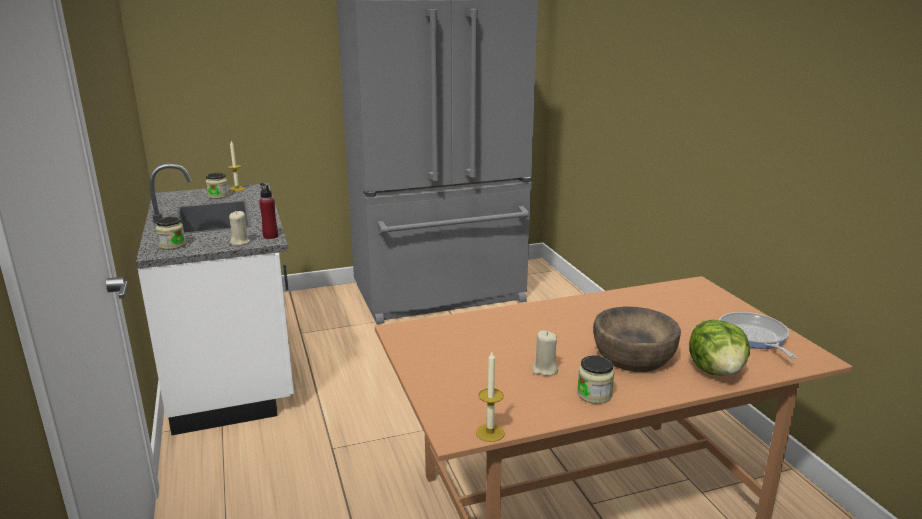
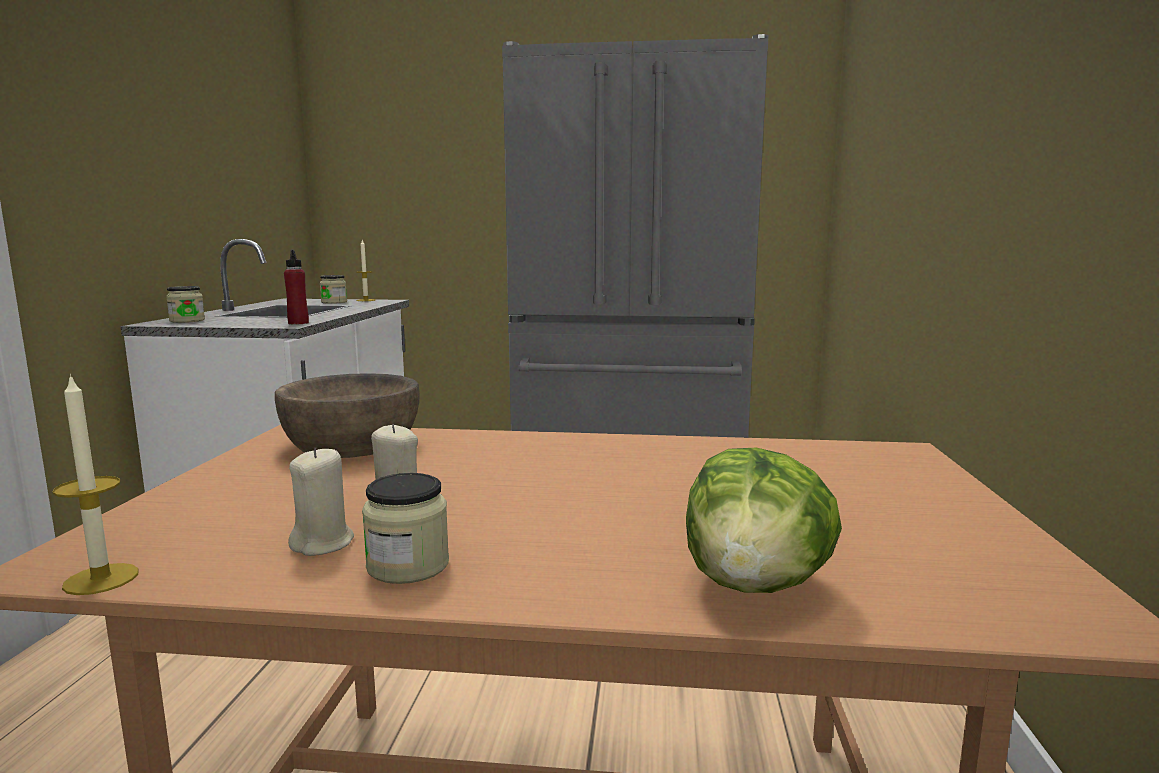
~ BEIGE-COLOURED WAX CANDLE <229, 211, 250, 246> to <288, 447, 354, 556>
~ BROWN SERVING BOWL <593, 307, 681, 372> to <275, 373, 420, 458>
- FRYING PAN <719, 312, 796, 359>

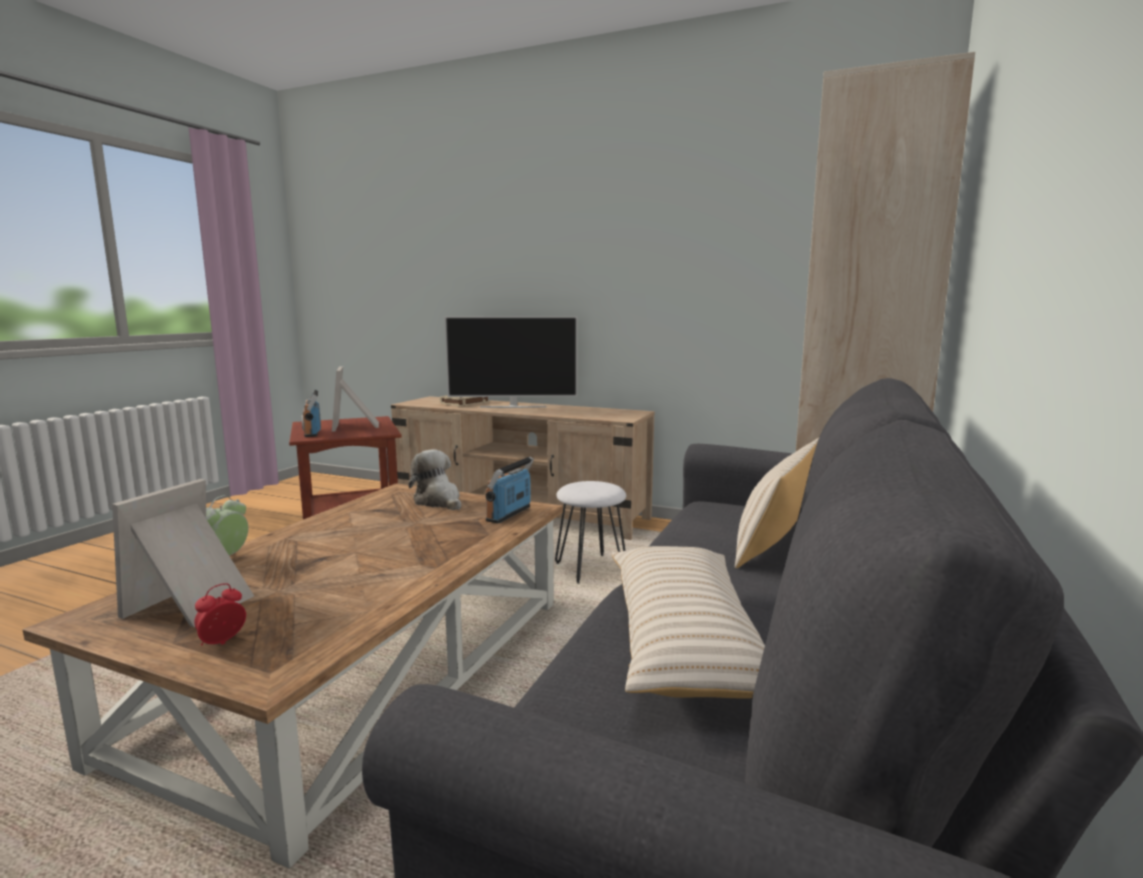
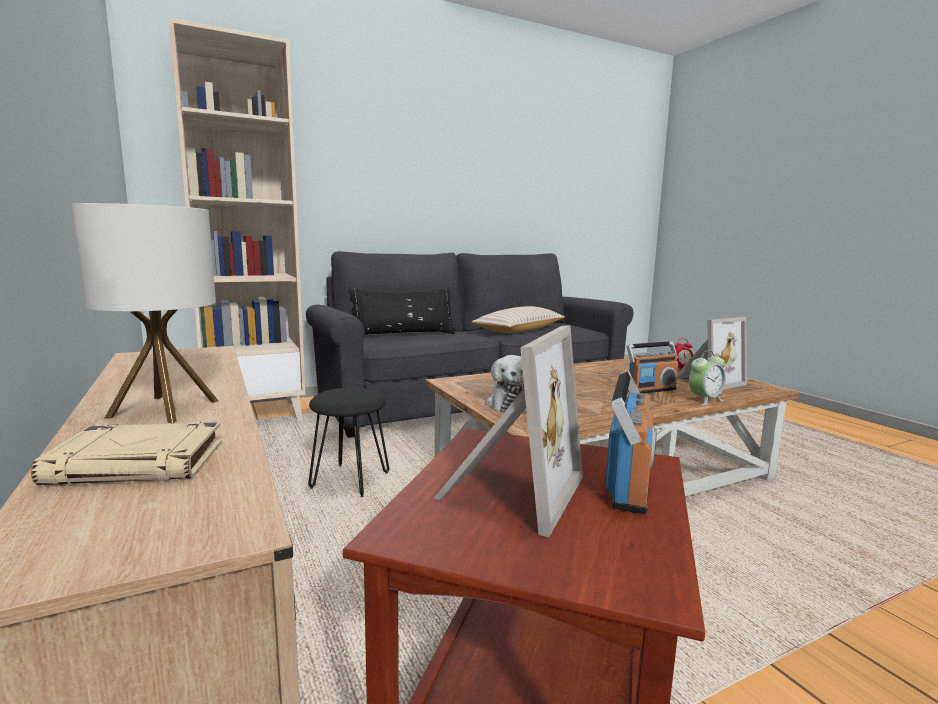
~ TV <444, 316, 578, 408> to TABLE LAMP <72, 203, 218, 423>
~ RADIO <486, 457, 534, 523> to <627, 341, 679, 394>
~ WHITE STOOL SEAT <555, 481, 626, 583> to BLACK-COLOURED STOOL SEAT <308, 387, 389, 497>
~ BEIGE-COLOURED CUSHION <735, 438, 819, 568> to BLACK-COLOURED CUSHION <349, 287, 455, 336>

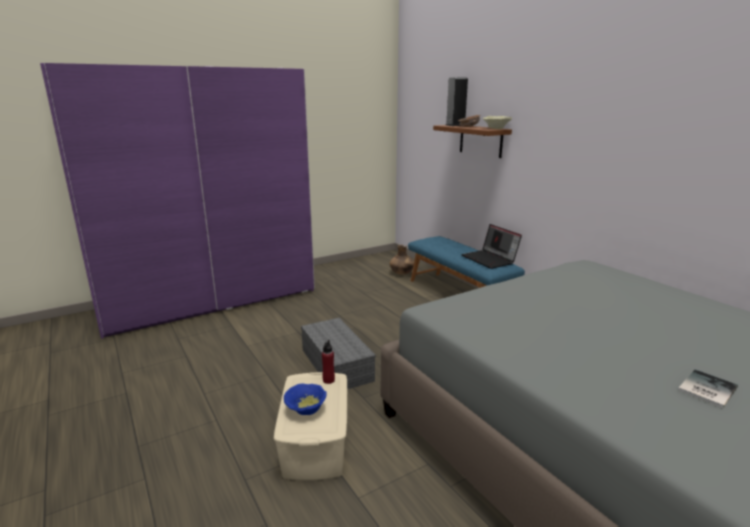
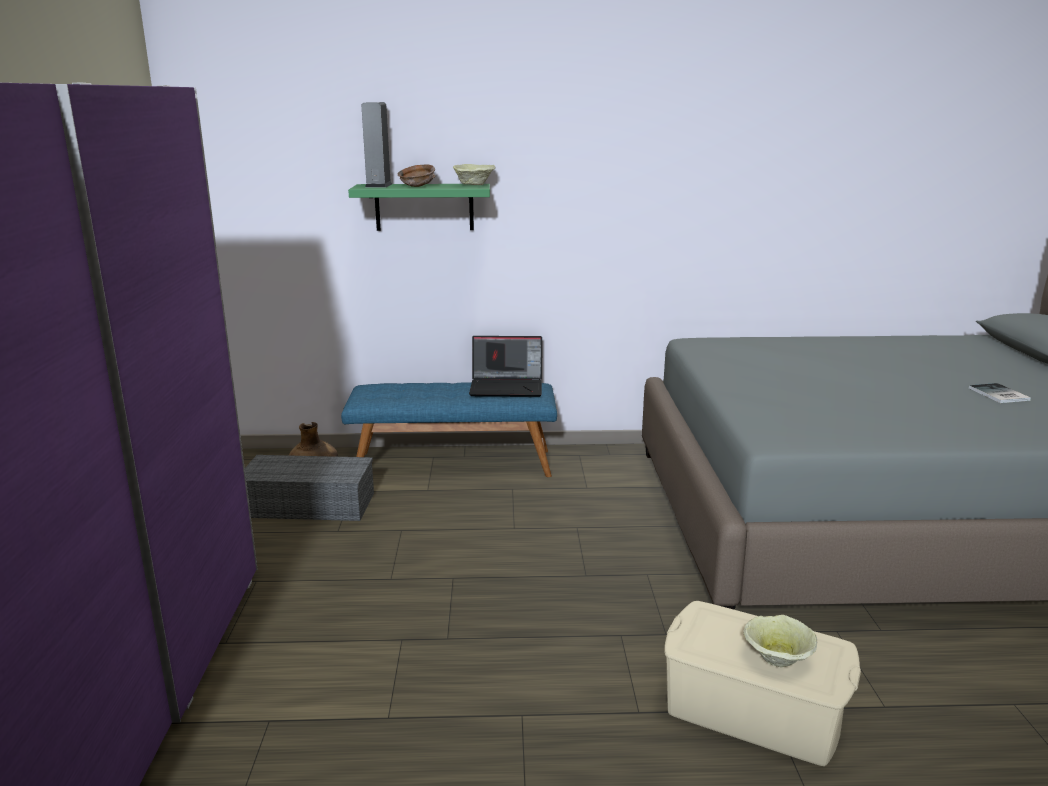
~ BLUE-COLOURED SERVING BOWL <284, 383, 327, 415> to BEIGE-COLOURED SERVING BOWL <743, 615, 817, 667>
~ GRAY STORAGE BIN <301, 318, 376, 389> to <245, 455, 374, 521>
- RED-COLOURED BOTTLE <322, 340, 335, 384>
~ BROWN BRACKET SHELF <433, 125, 512, 158> to GREENISH BRACKET SHELF <348, 184, 490, 231>

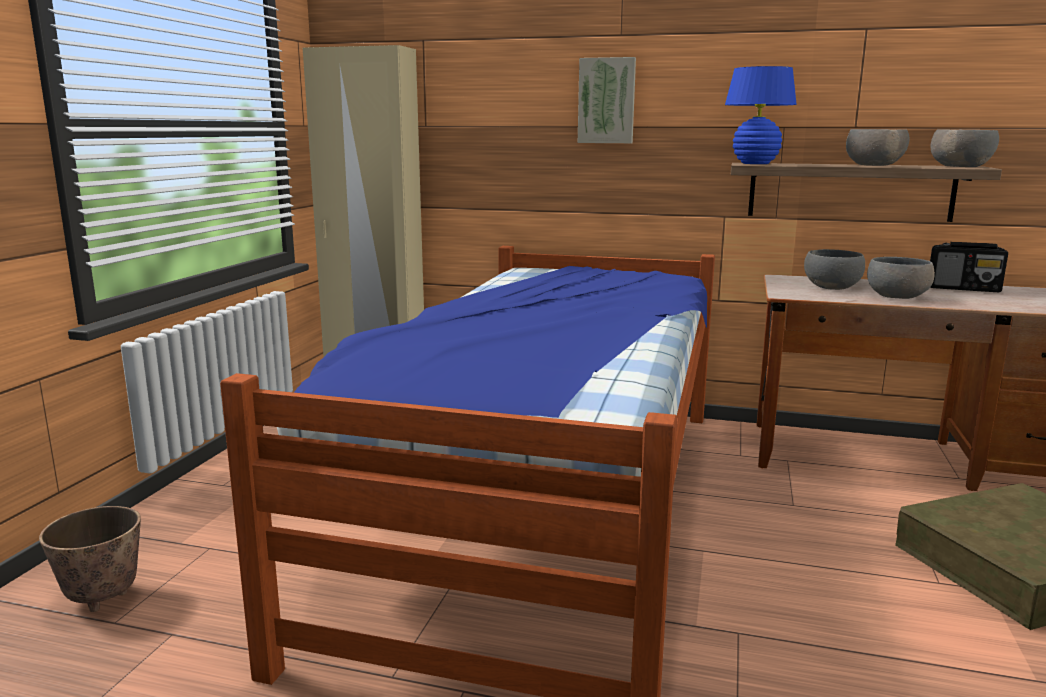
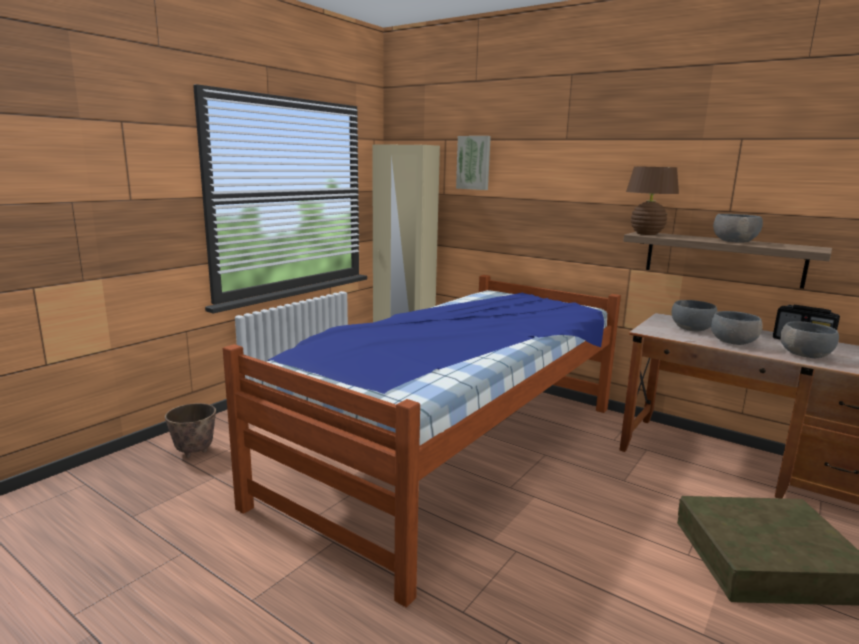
~ WALL PICTURE <578, 57, 636, 143> to <456, 136, 491, 190>
~ BLUE-COLOURED TABLE LAMP <725, 66, 797, 164> to BROWN TABLE LAMP <626, 166, 679, 235>
~ GRAY SERVING BOWL <931, 129, 999, 167> to <780, 321, 839, 358>

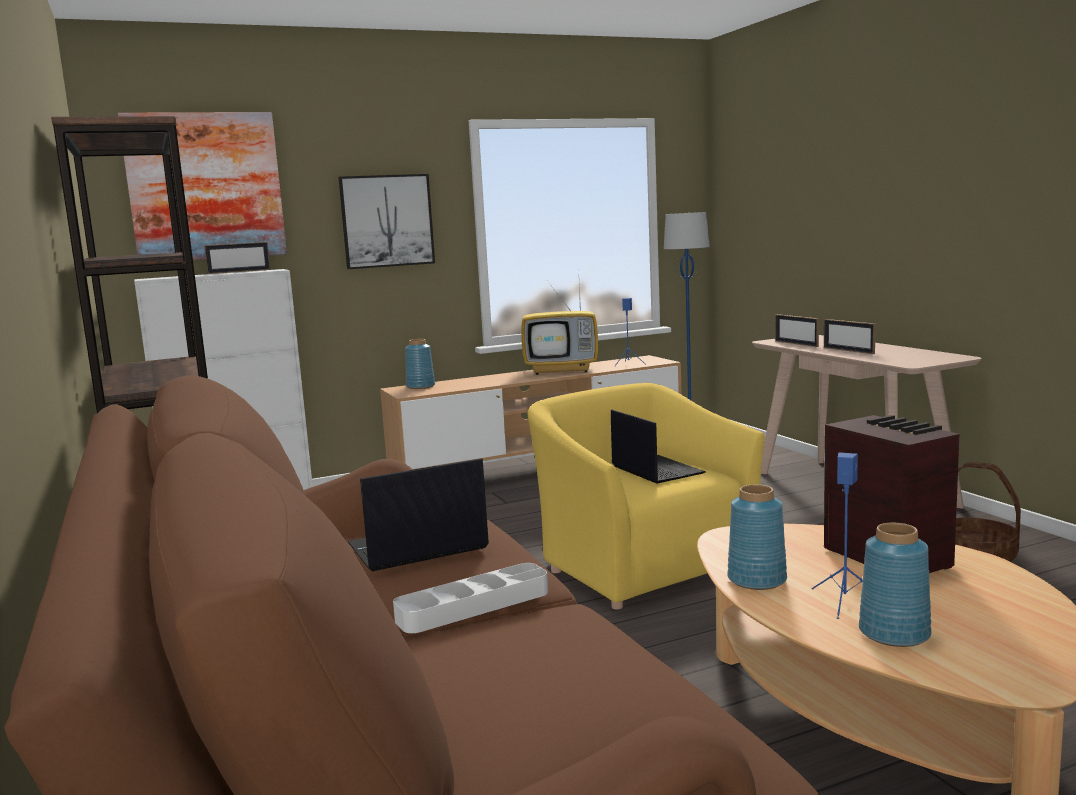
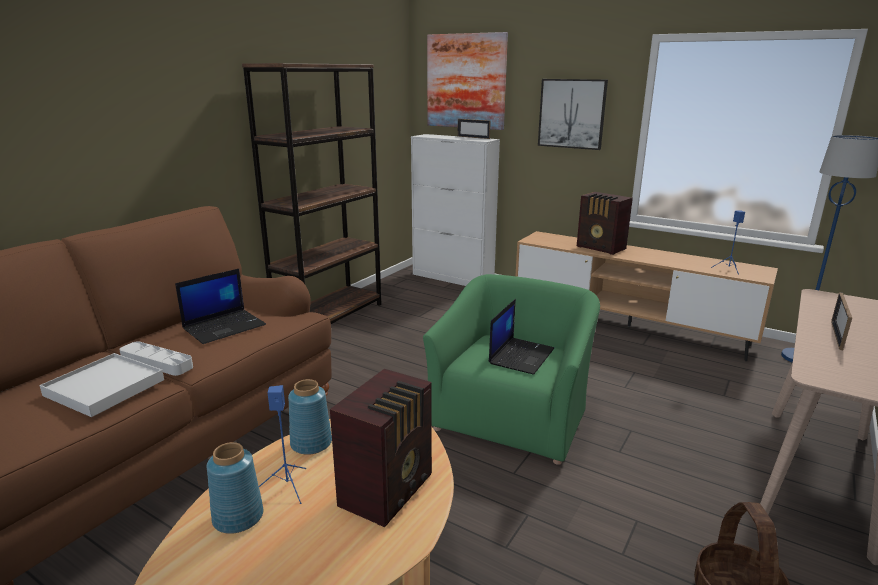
~ LAPTOP <348, 458, 489, 571> = <175, 269, 266, 344> 105 degrees clockwise
- BLUE-COLOURED DECORATIVE VASE <405, 339, 435, 389>
- TV <521, 286, 598, 375>
~ YELLOWISH LOUNGE CHAIR <528, 383, 765, 609> to GREENISH LOUNGE CHAIR <423, 274, 600, 465>
- PHOTO FRAME <775, 314, 819, 347>
+ WHITE SERVING TRAY <39, 353, 164, 417>
+ RADIO <577, 192, 633, 255>

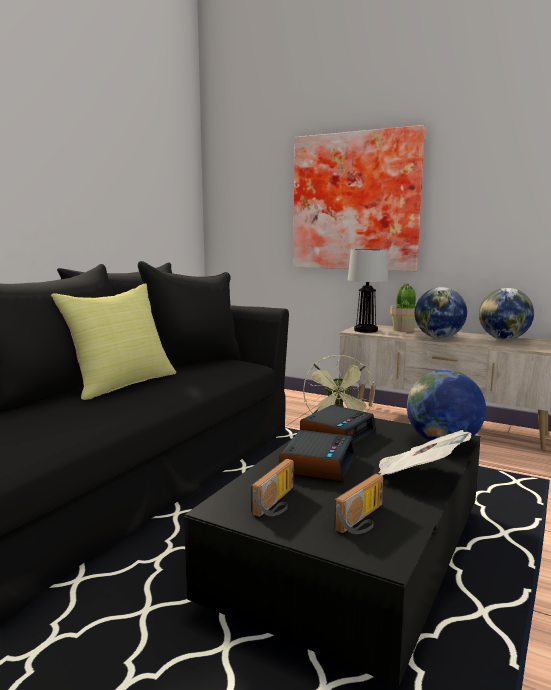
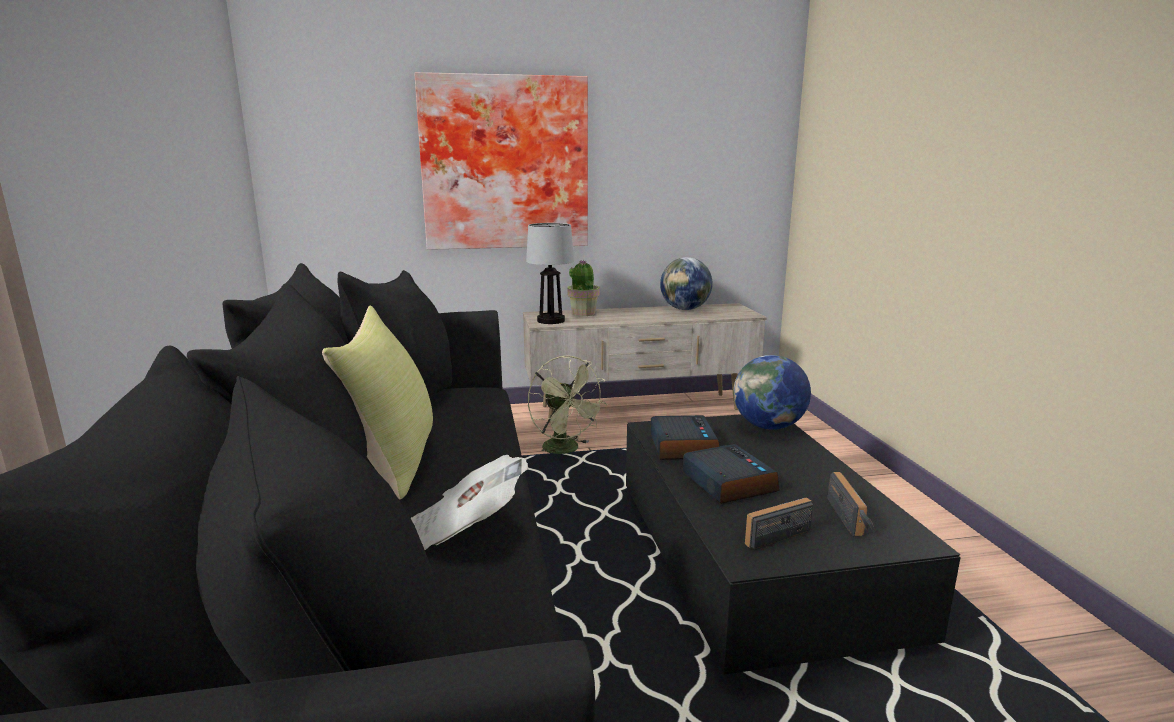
~ RADIO <251, 459, 293, 517> = <745, 498, 813, 549> 105 degrees counterclockwise
~ DAILY PAPER <379, 430, 472, 475> to <410, 455, 528, 550>
- DESK GLOBE <415, 287, 467, 338>

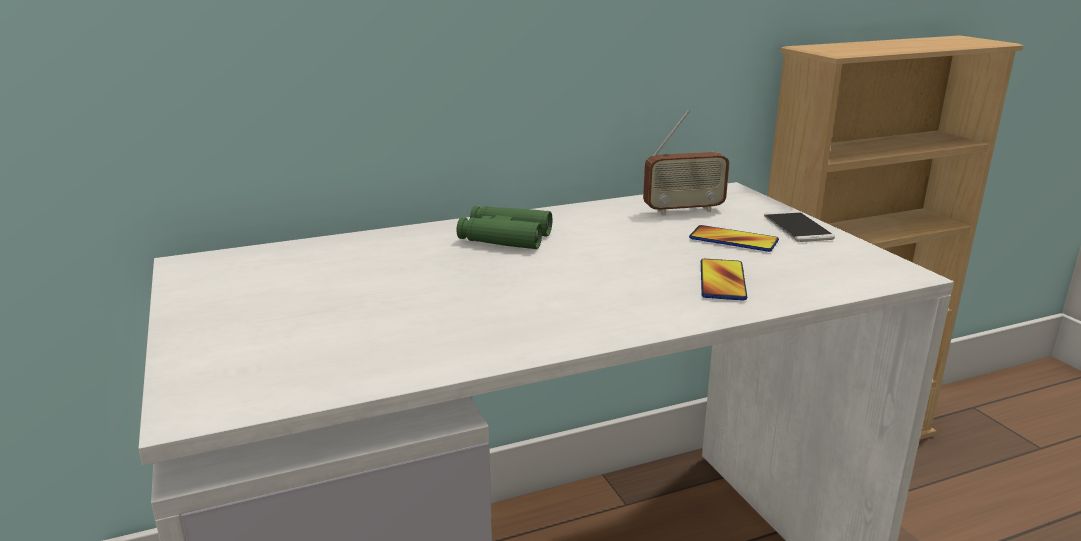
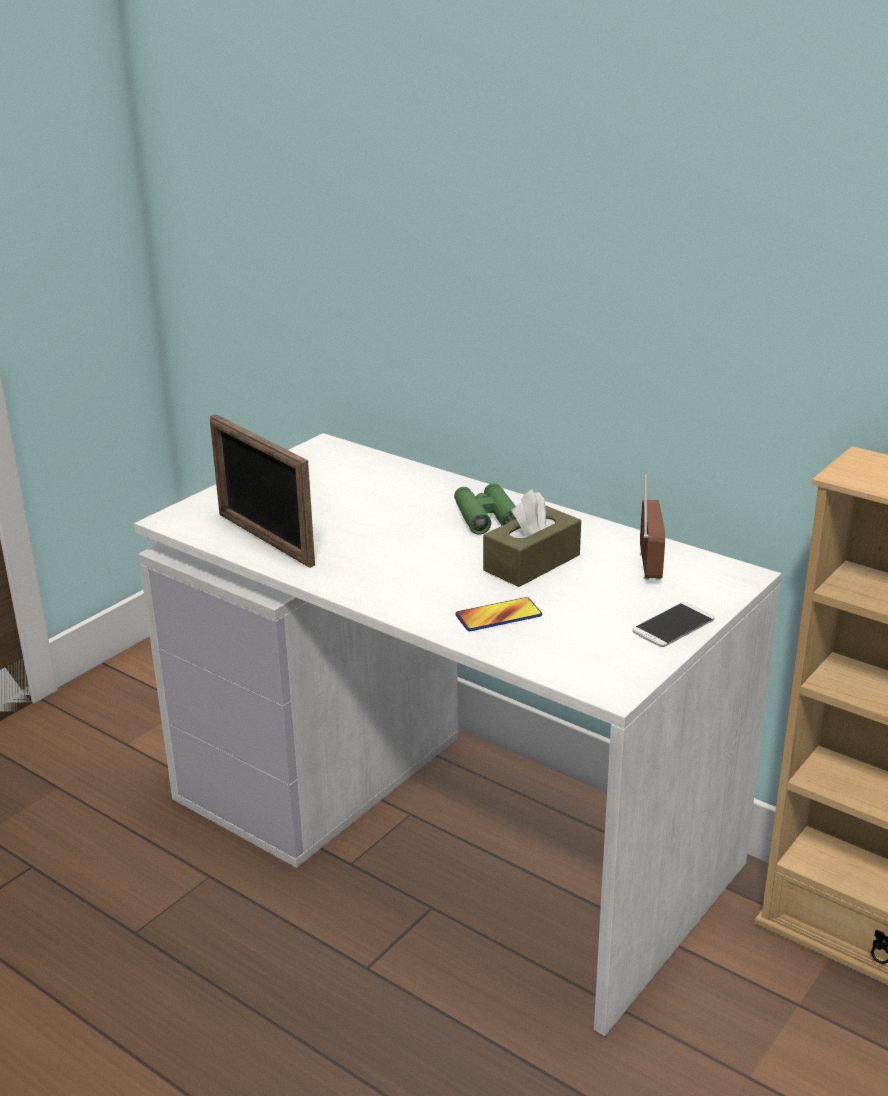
~ RADIO <643, 110, 729, 215> = <640, 474, 665, 580> 135 degrees counterclockwise
- HANDSET <689, 225, 779, 252>
+ PHOTO FRAME <210, 414, 315, 568>
+ BROWN TISSUE HOLDER <483, 490, 581, 587>

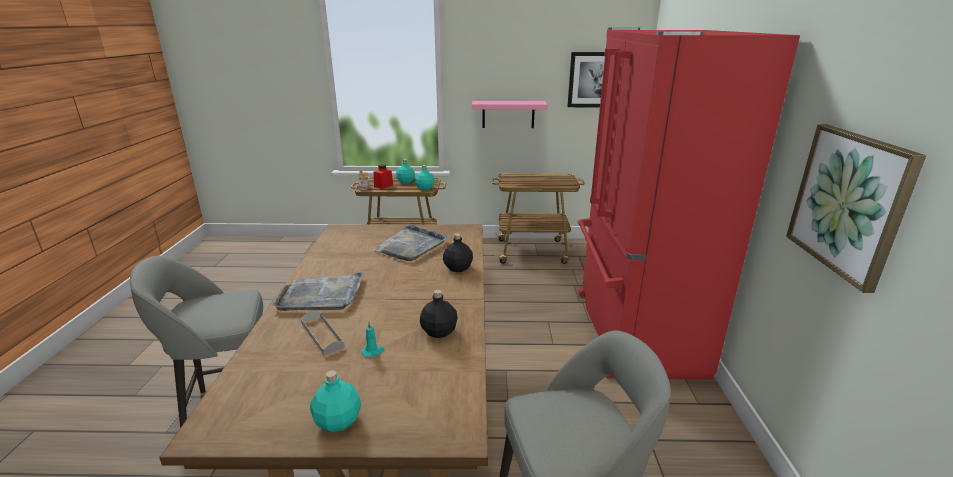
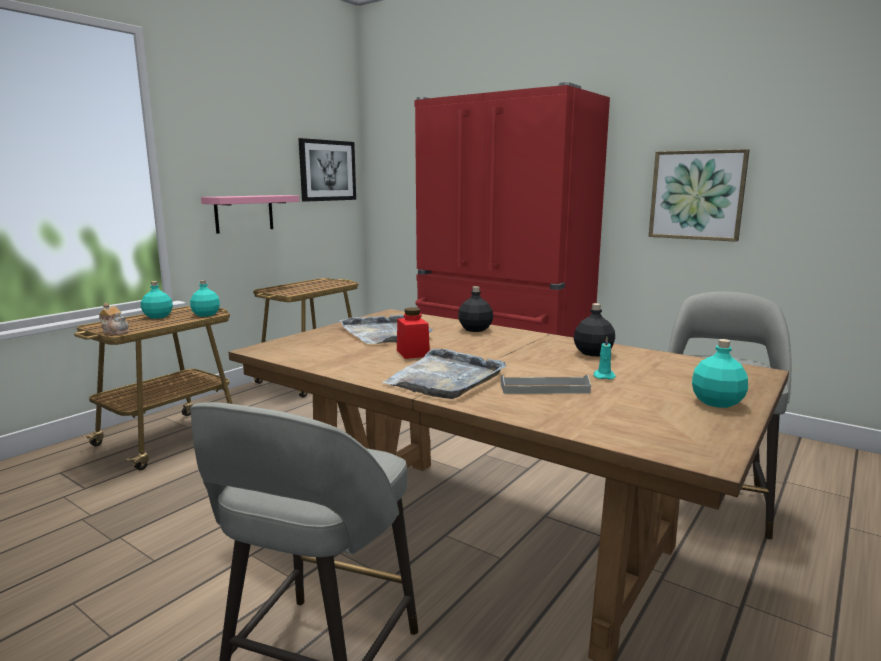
~ RED-COLOURED PRESERVE JAR <374, 164, 393, 189> to <397, 308, 430, 359>

